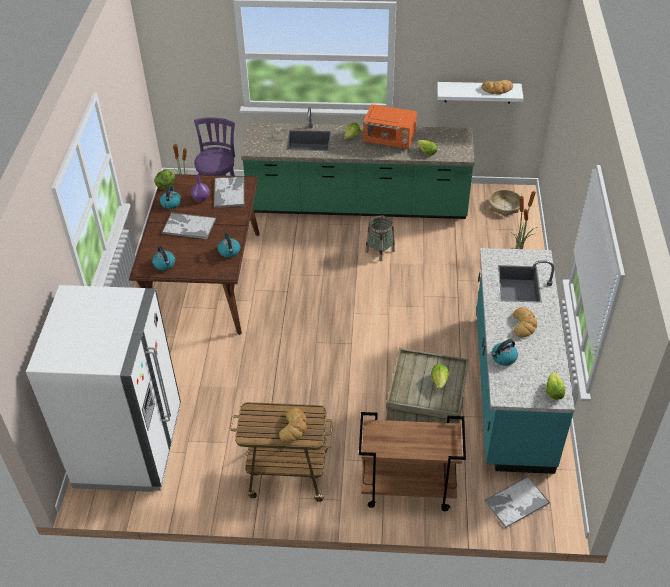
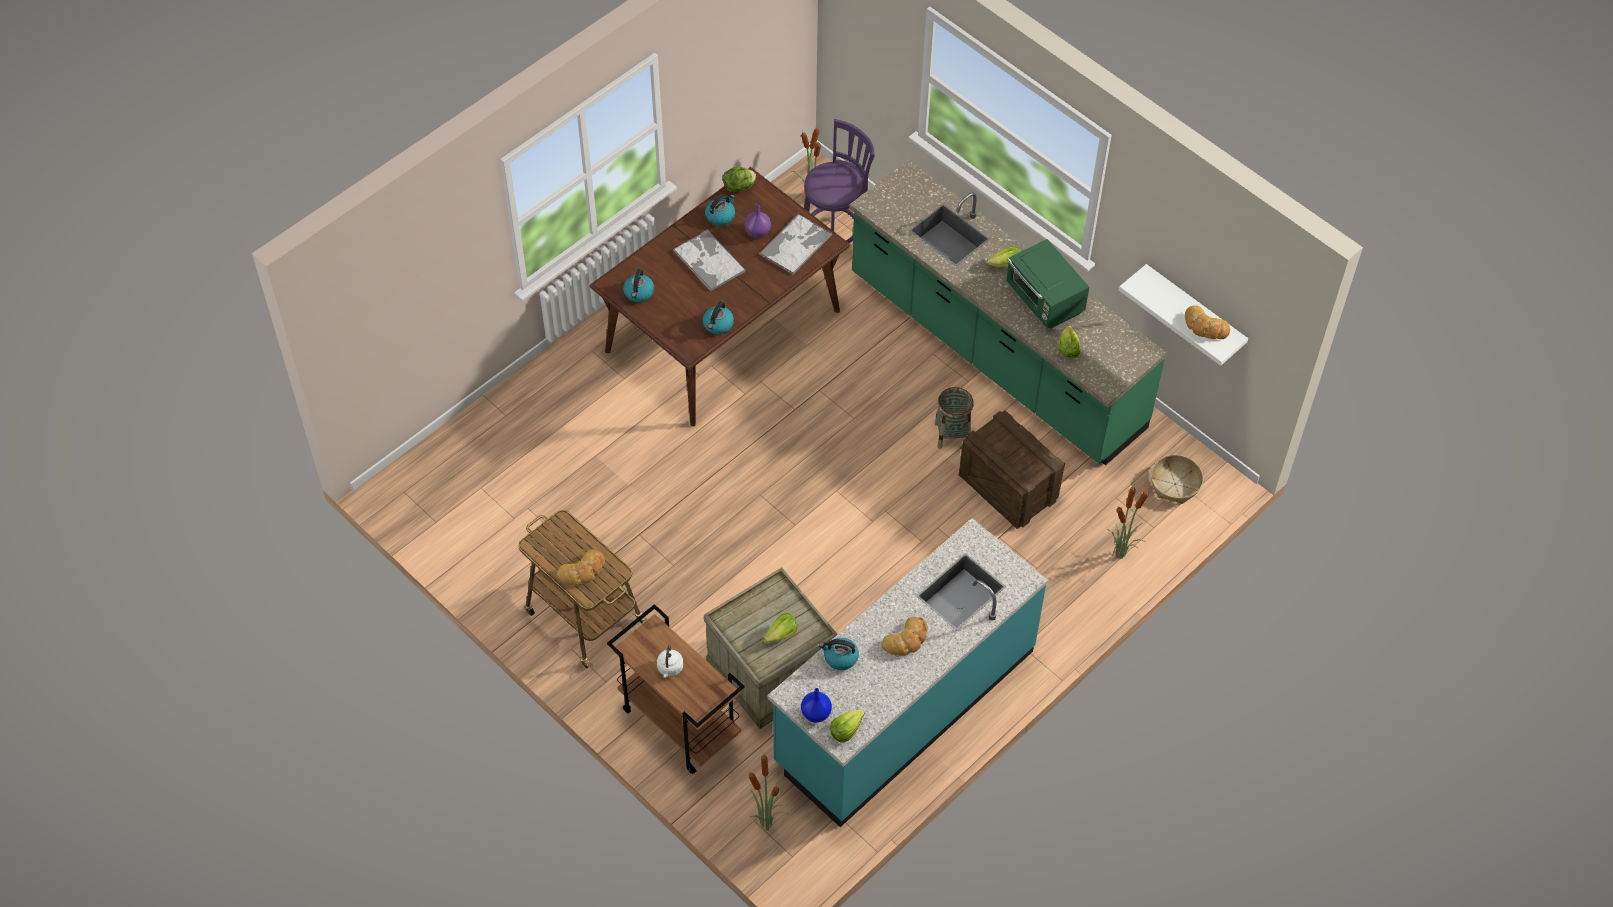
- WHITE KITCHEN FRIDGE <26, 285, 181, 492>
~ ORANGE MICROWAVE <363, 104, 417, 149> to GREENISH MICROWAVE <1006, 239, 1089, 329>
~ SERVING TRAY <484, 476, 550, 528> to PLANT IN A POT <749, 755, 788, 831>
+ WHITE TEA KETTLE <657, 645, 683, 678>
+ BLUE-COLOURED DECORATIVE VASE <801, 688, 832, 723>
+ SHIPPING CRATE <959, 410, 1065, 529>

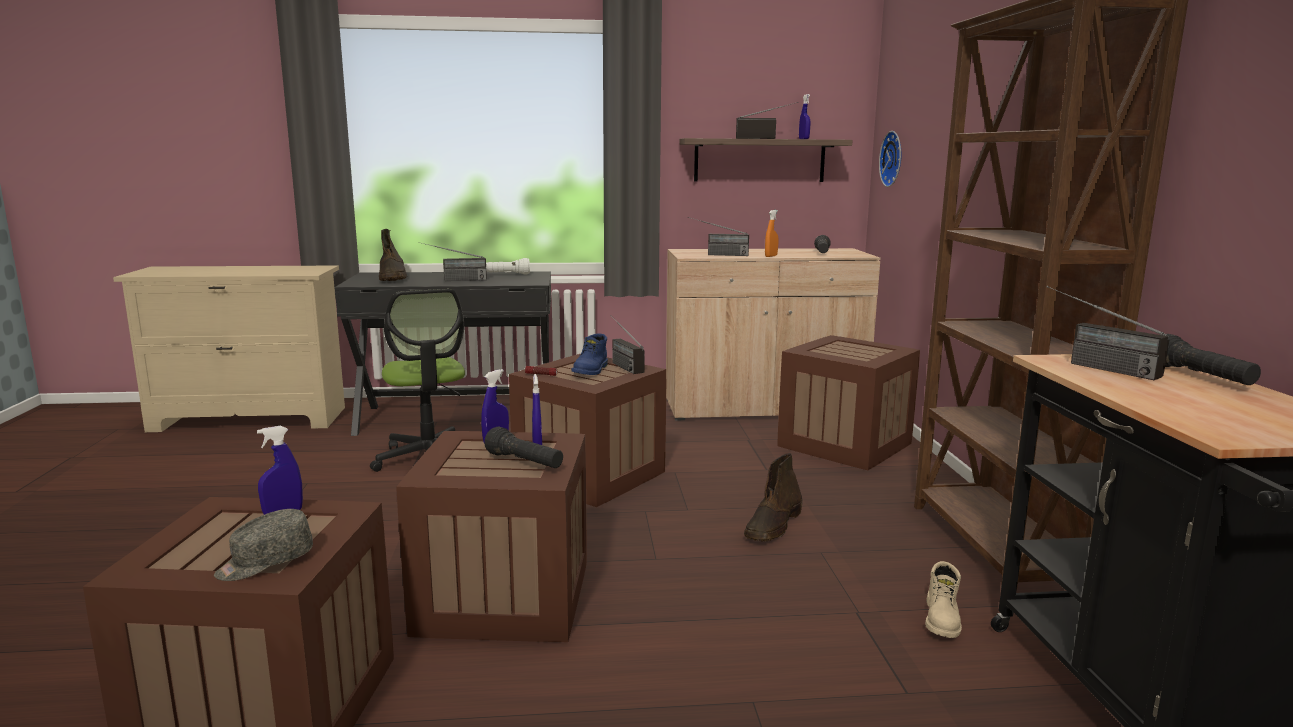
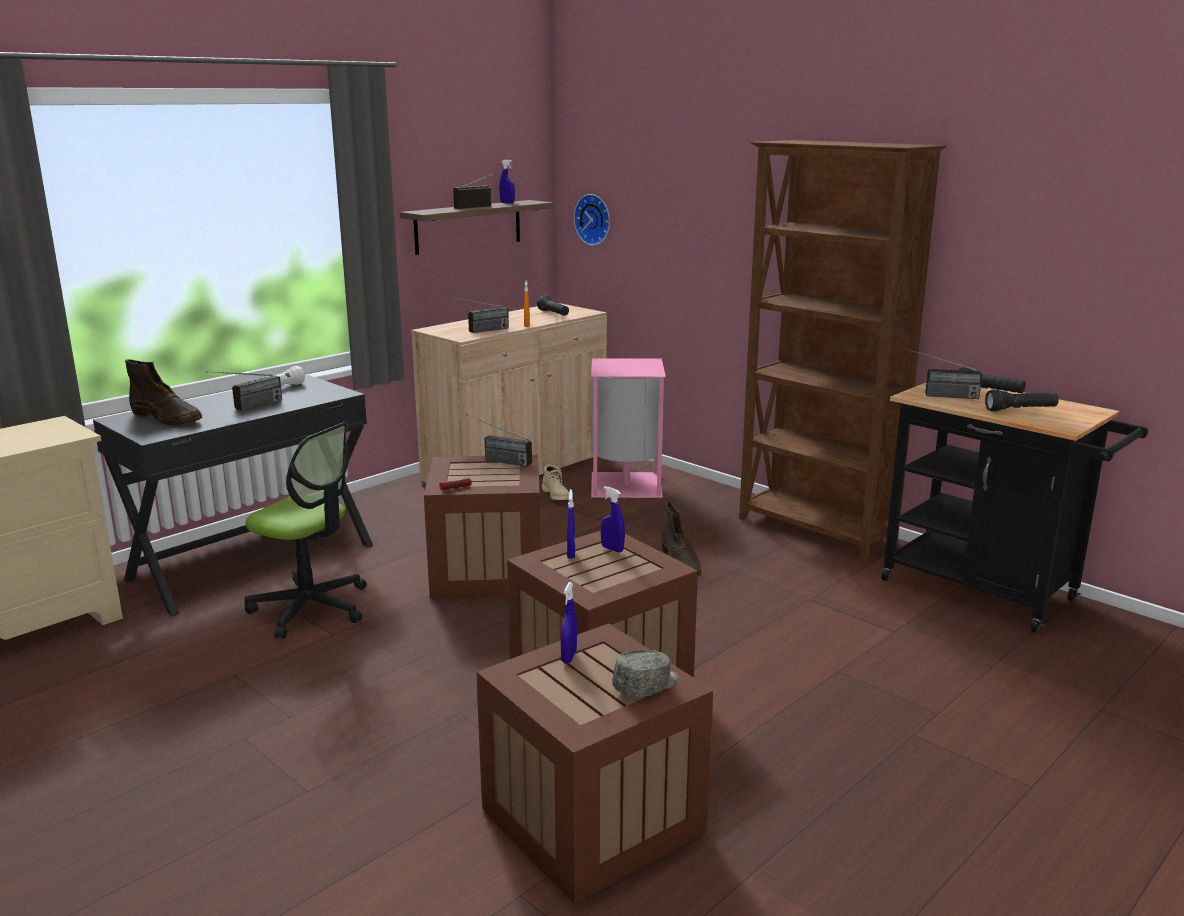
~ GRAY BASEBALL CAP <214, 509, 313, 581> = <612, 650, 679, 697> 135 degrees counterclockwise
~ BLACK-COLOURED HAND TORCH <484, 427, 563, 468> to <985, 389, 1059, 411>
- BLUE-COLOURED HIGH-TOP BOOT <571, 333, 608, 375>
~ SHIPPING CRATE <777, 335, 920, 470> to PINK TRASH CAN <591, 358, 666, 498>
~ BEIGE-COLOURED HIGH-TOP BOOT <925, 561, 962, 638> to <542, 465, 569, 500>

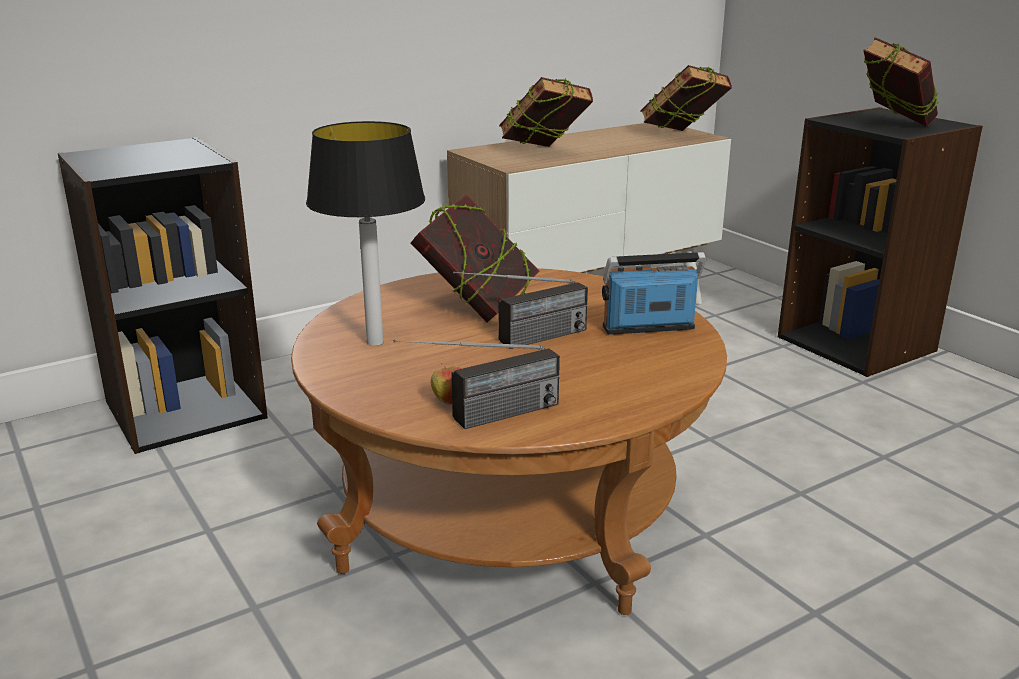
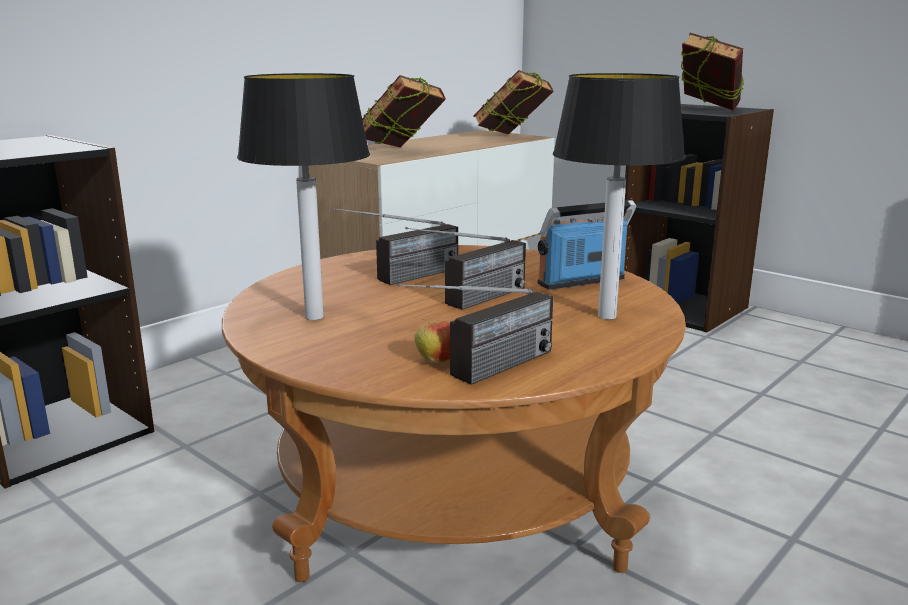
~ BOOK <411, 194, 539, 322> to RADIO <333, 208, 459, 285>
+ TABLE LAMP <553, 73, 685, 320>

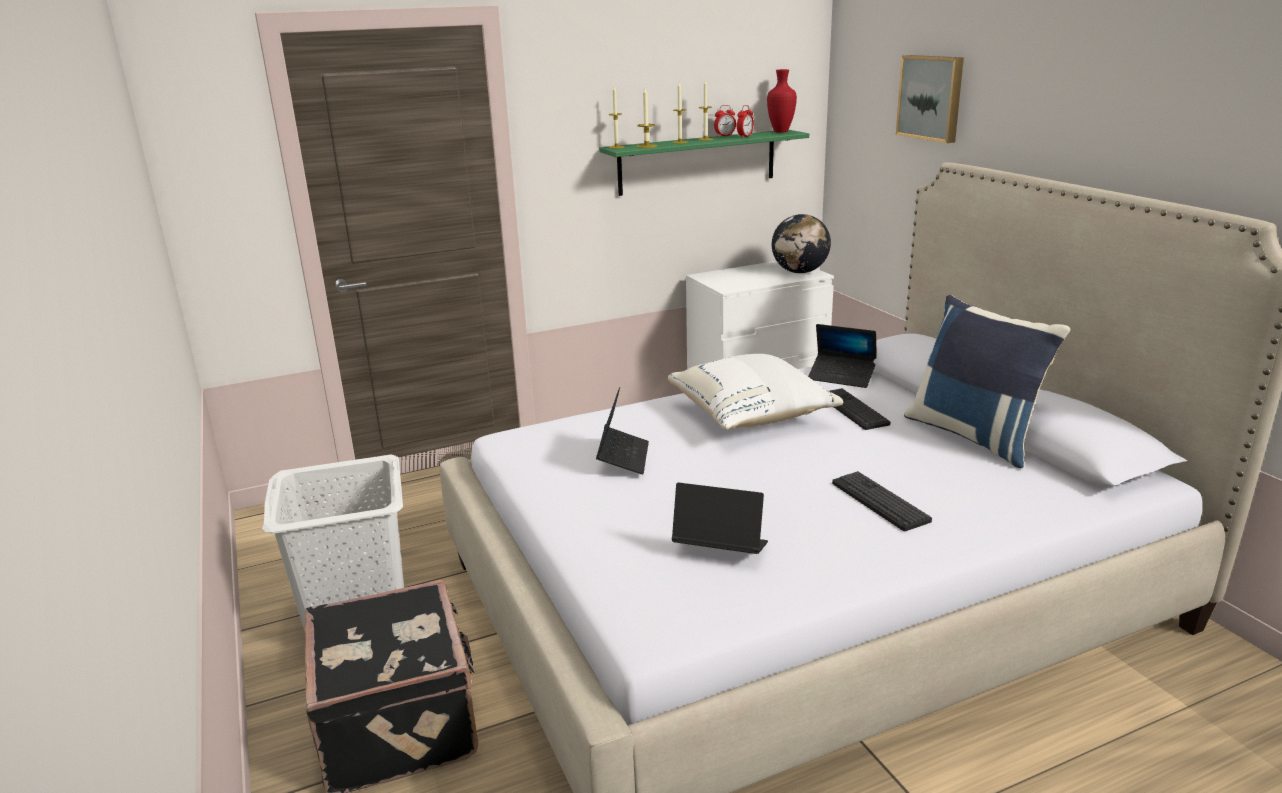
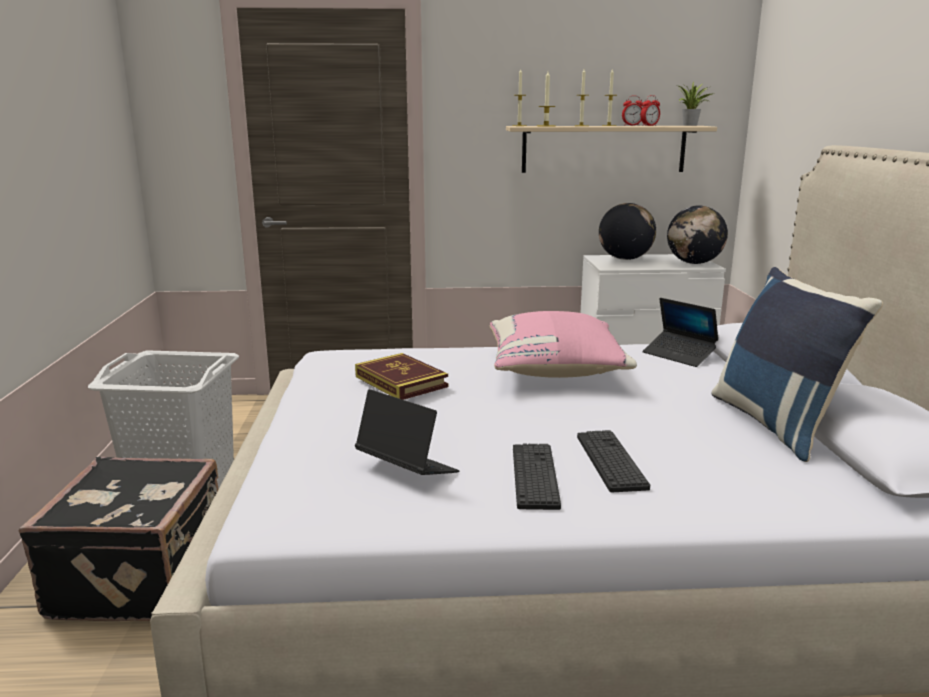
~ LAPTOP <596, 387, 649, 475> to BOOK <355, 353, 448, 400>
~ GREENISH BRACKET SHELF <599, 130, 809, 196> to BEIGE-COLOURED BRACKET SHELF <506, 126, 717, 173>
~ WHITE CUSHION <668, 354, 843, 430> to PINK CUSHION <490, 311, 637, 378>
~ RED-COLOURED DECORATIVE VASE <767, 69, 797, 133> to PLANT IN A POT <679, 82, 712, 126>
~ KEYBOARD <829, 388, 890, 430> to <513, 444, 561, 510>
- WALL PICTURE <896, 55, 964, 143>
+ DESK GLOBE <599, 203, 656, 260>

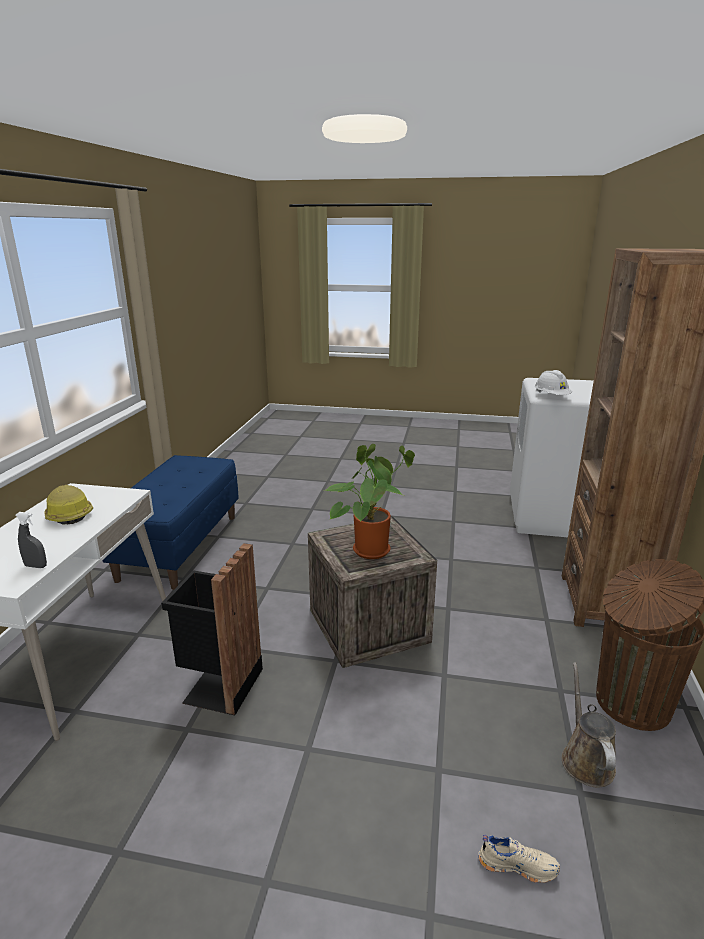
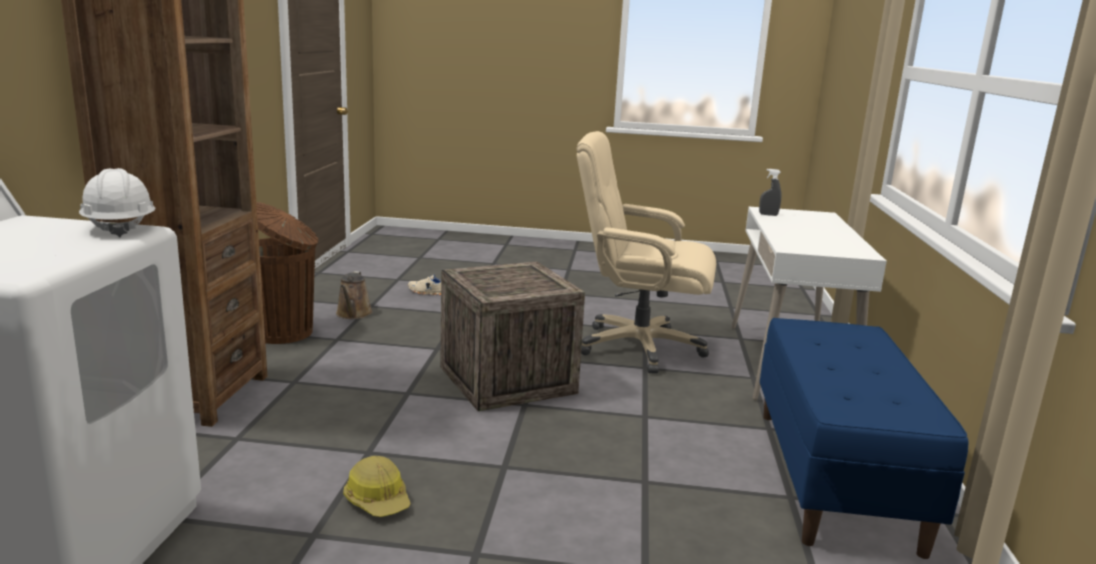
~ WORK HELMET <44, 485, 93, 525> to <343, 456, 411, 517>
~ BLACK-COLOURED TRASH CAN <161, 543, 263, 715> to BEIGE-COLOURED DESK CHAIR <576, 131, 716, 374>
- PLANT IN A POT <324, 444, 415, 559>

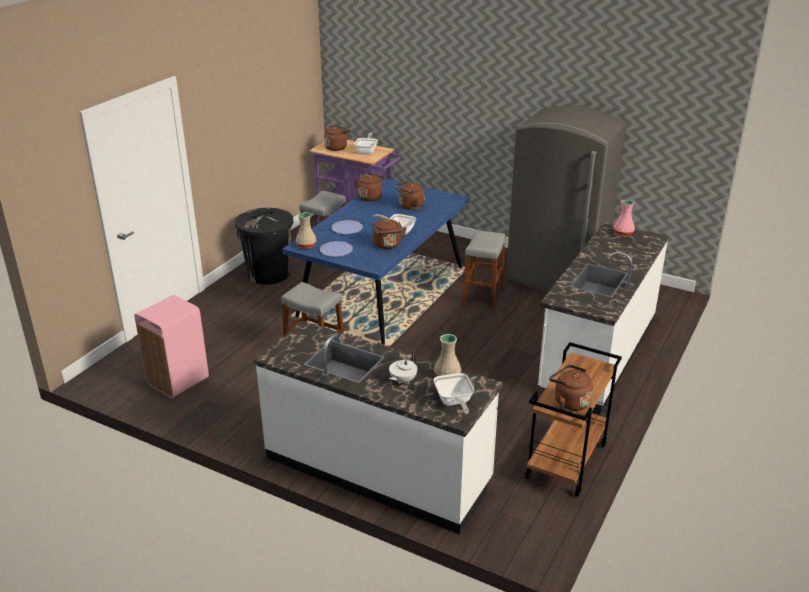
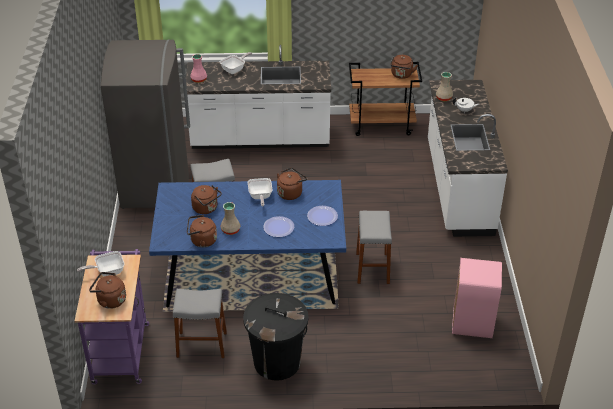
~ BEIGE-COLOURED DECORATIVE VASE <296, 212, 317, 249> to <220, 202, 240, 235>
~ FRYING PAN <434, 373, 474, 414> to <220, 52, 252, 74>

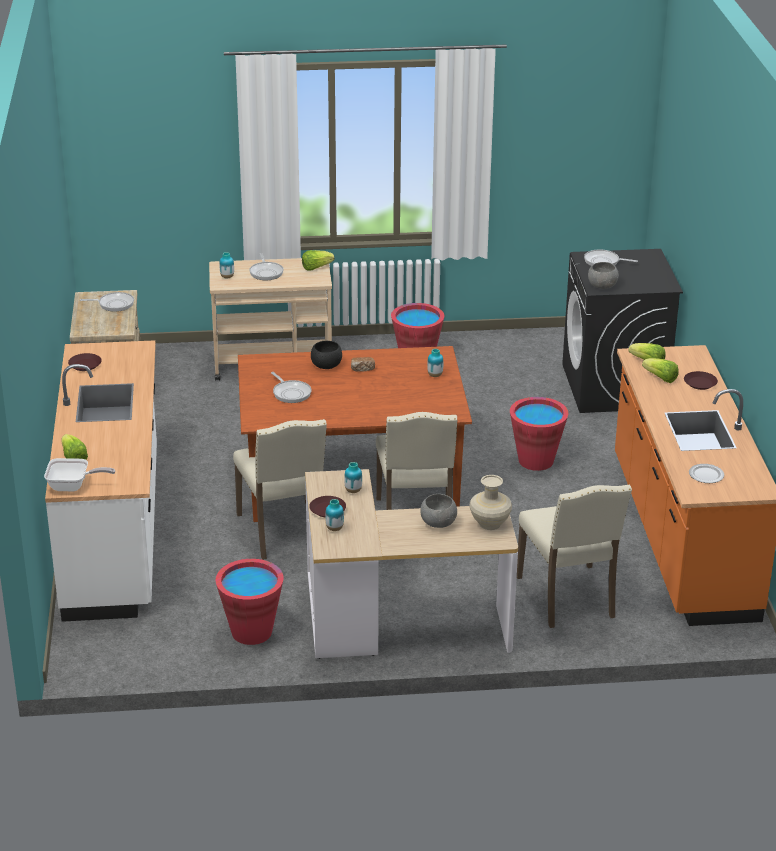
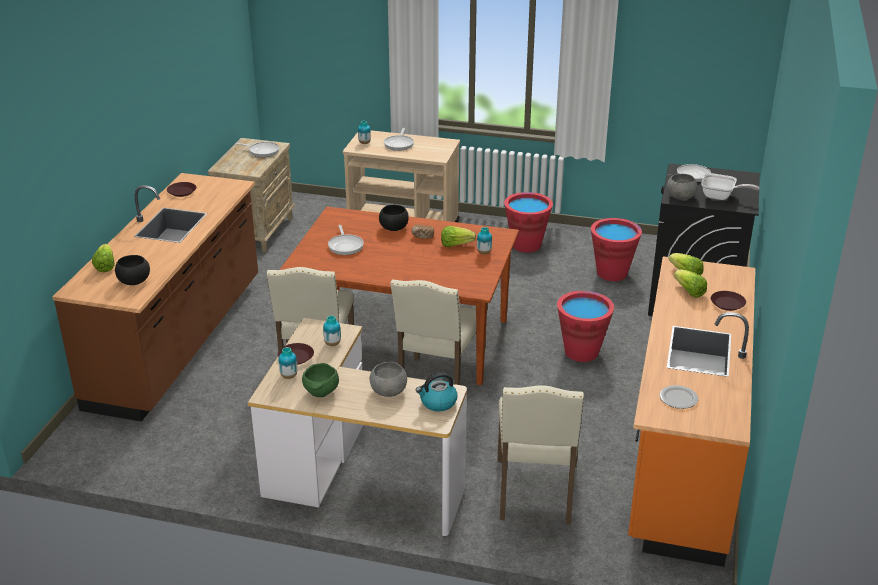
~ FRYING PAN <44, 458, 115, 491> to <701, 173, 760, 200>
~ WHITE KITCHEN COUNTER <45, 340, 157, 622> to BROWN KITCHEN COUNTER <53, 173, 258, 422>
~ RED-COLOURED WATER BUCKET <216, 559, 284, 645> to <591, 218, 642, 281>
~ LETTUCE HEAD <302, 250, 334, 270> to <441, 226, 476, 247>
~ BEIGE-COLOURED DECORATIVE VASE <469, 475, 512, 530> to TEA KETTLE <416, 372, 458, 411>
+ BLACK-COLOURED SERVING BOWL <115, 255, 150, 285>
+ GREENISH SERVING BOWL <302, 363, 339, 397>

